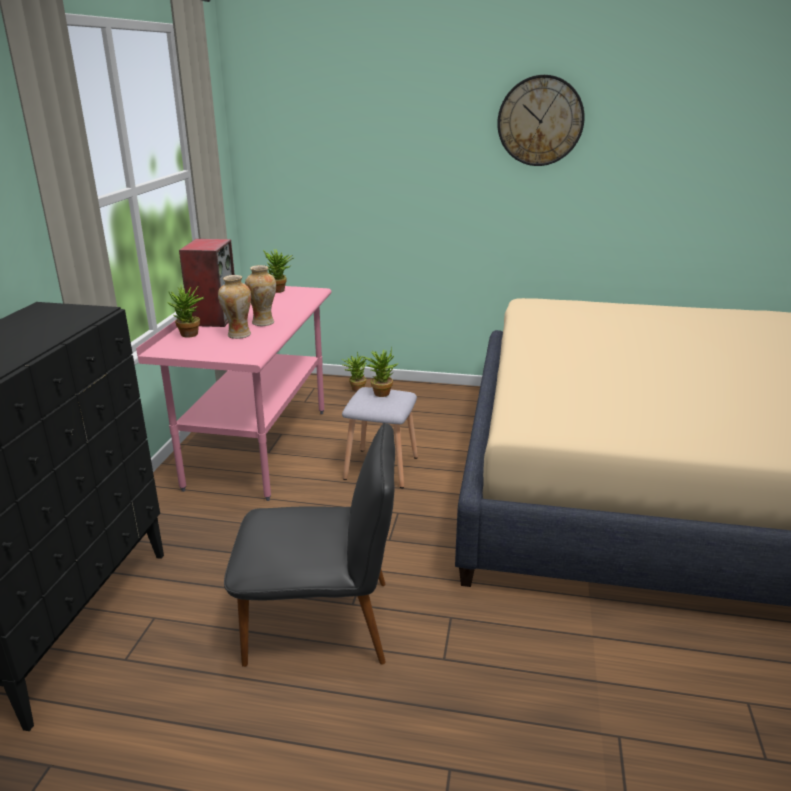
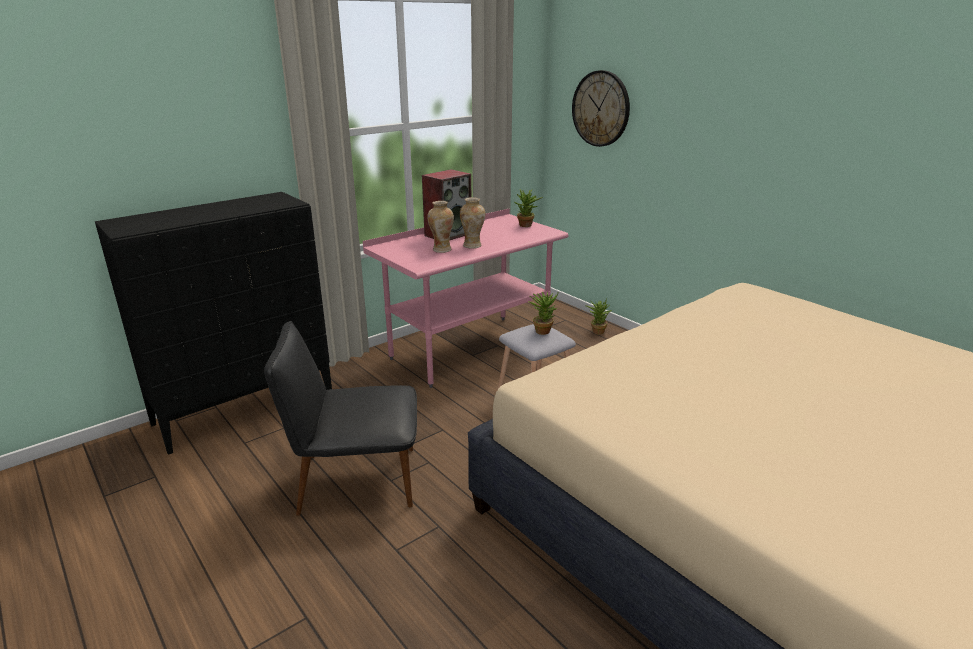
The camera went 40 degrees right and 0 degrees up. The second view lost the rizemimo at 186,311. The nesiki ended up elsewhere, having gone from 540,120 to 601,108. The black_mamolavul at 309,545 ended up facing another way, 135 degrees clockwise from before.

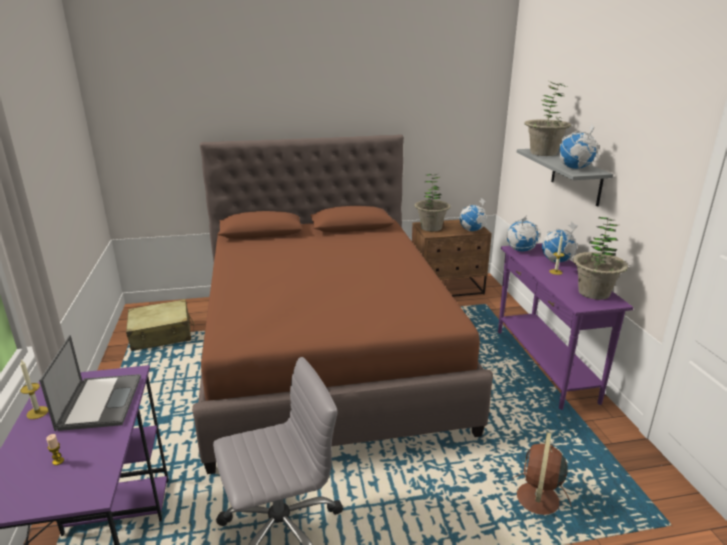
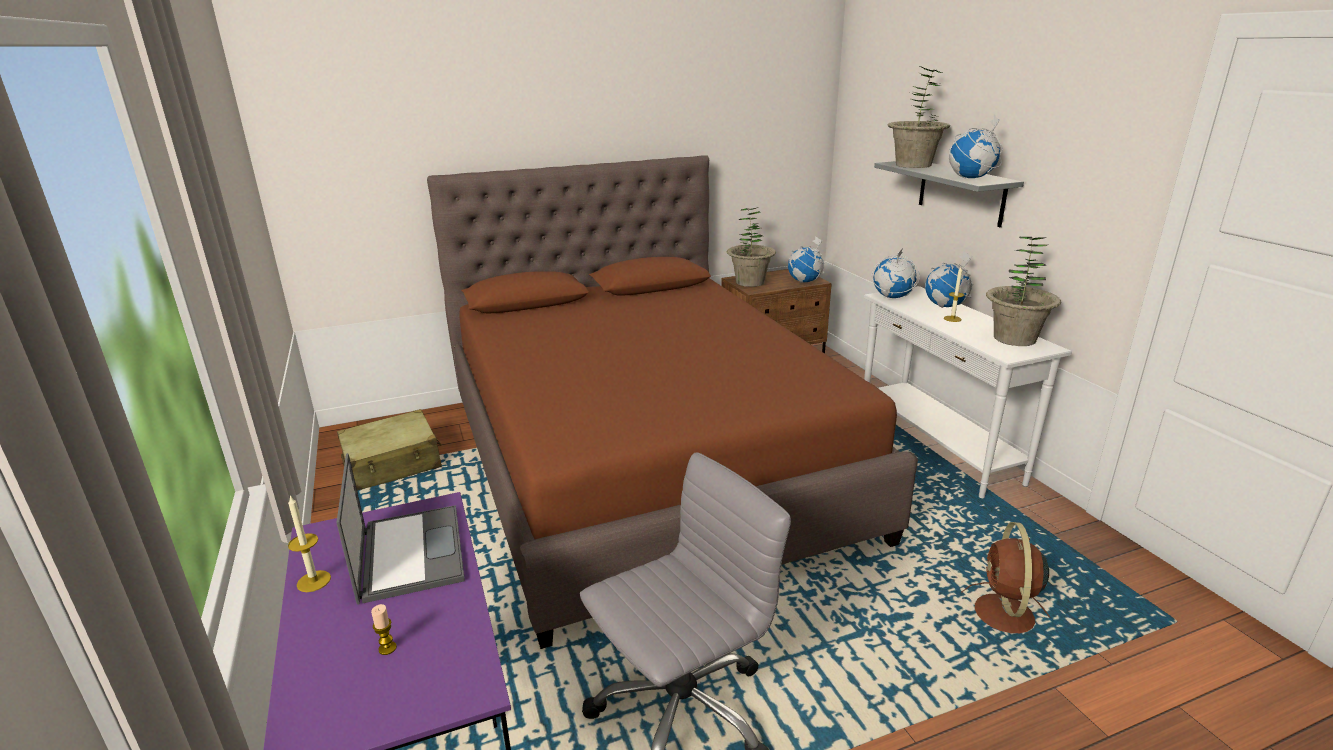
The camera went 10 degrees left and 0 degrees up. What was the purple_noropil at 565,326 turned into the white_noropil at 968,392.

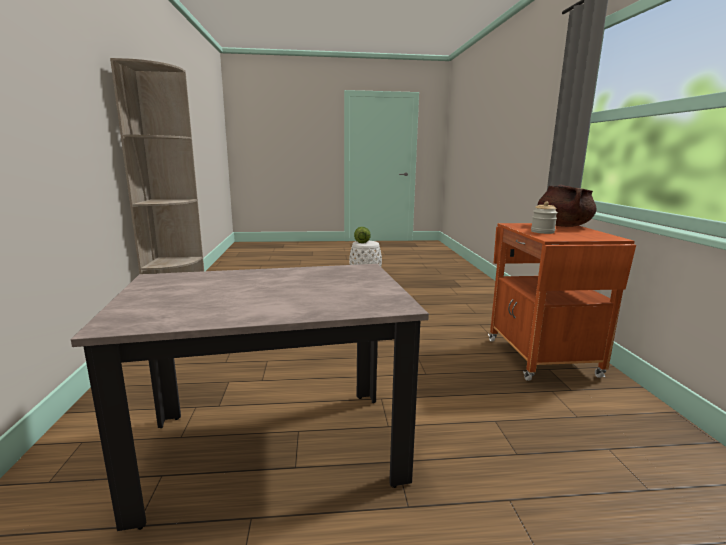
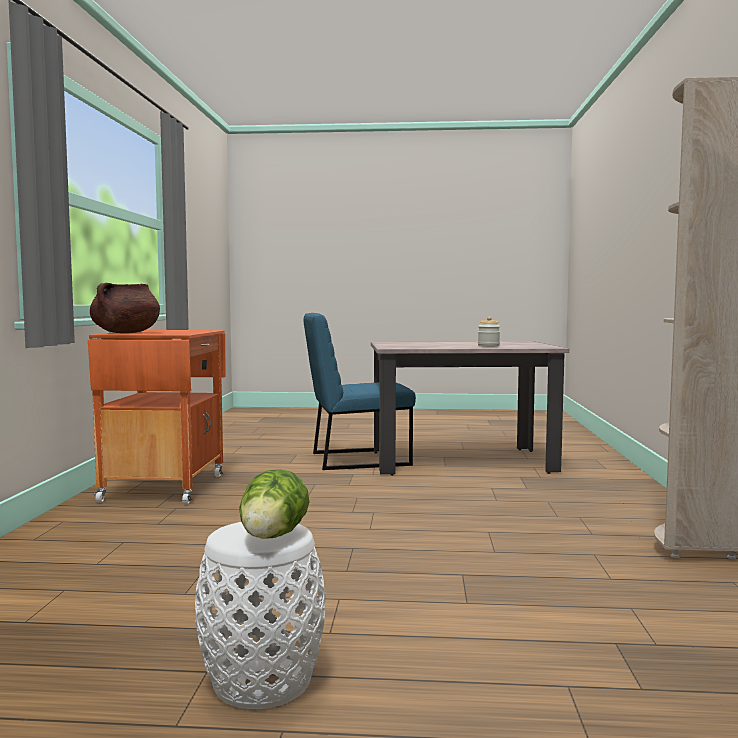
The camera went 170 degrees left and 10 degrees down. The second view gained the blue_mamolavul at 359,391. The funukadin ended up elsewhere, having gone from 544,217 to 489,331.

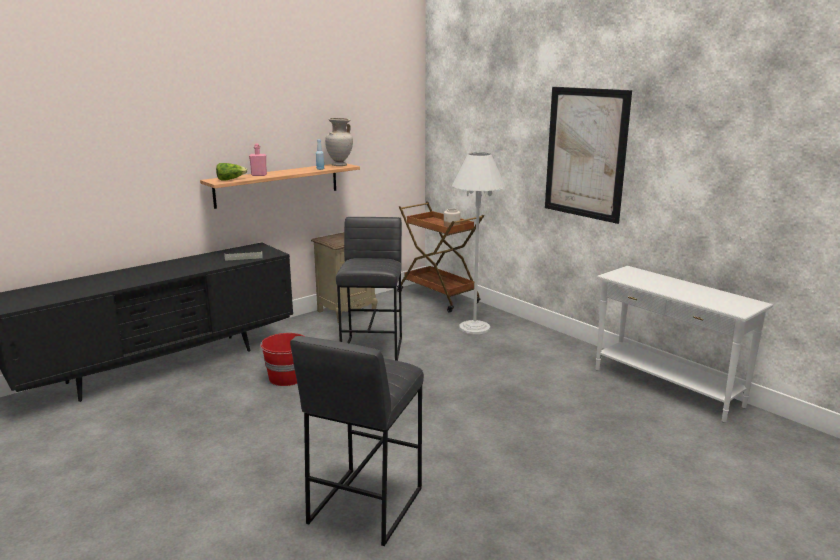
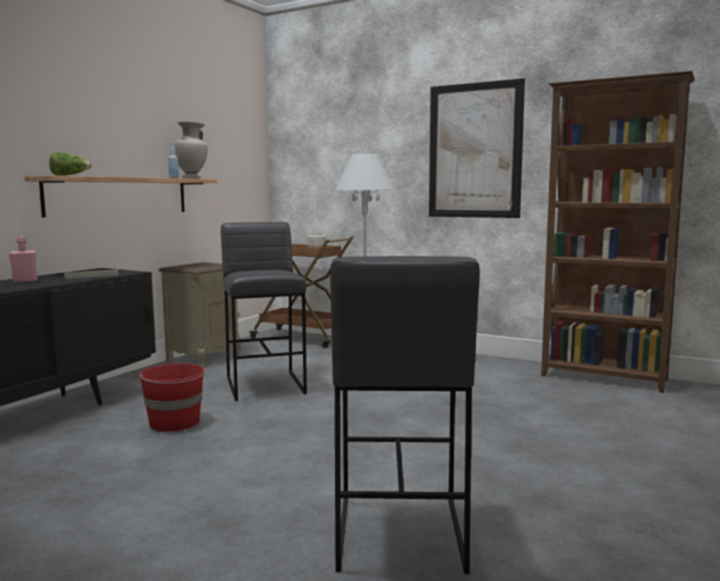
The camera went 20 degrees left and 10 degrees down. The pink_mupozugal ended up elsewhere, having gone from 258,160 to 23,259. Where the white_noropil stood at 684,344, the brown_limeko came to stand at 618,232.

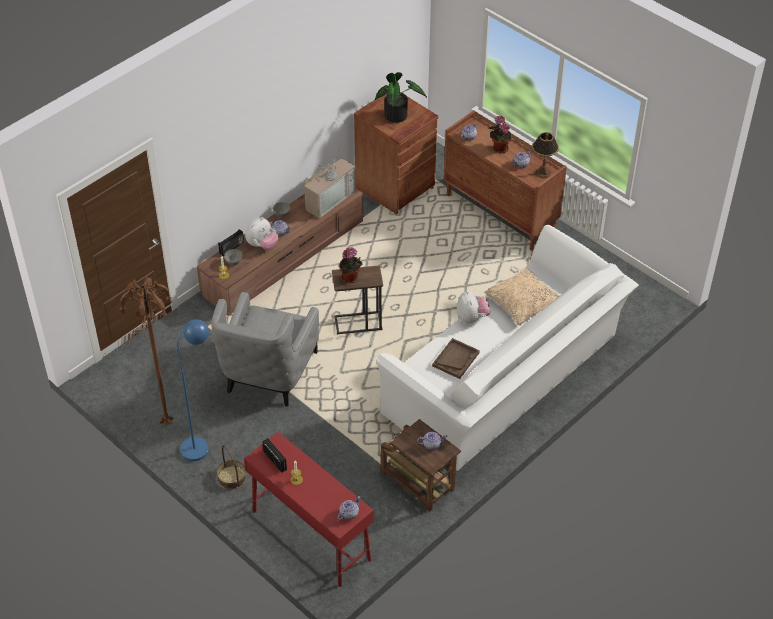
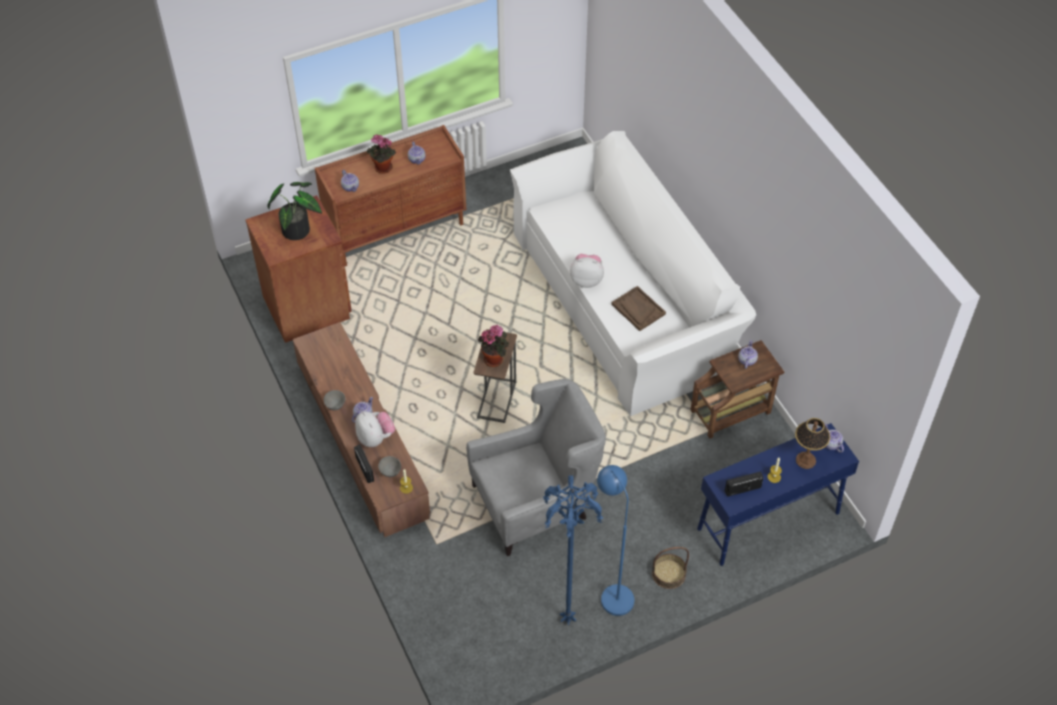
The camera went 70 degrees left and 5 degrees up. The second view lost the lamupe at 330,182. The second view lost the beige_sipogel at 522,296. The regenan ended up elsewhere, having gone from 545,155 to 812,443. What was the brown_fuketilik at 146,351 turned into the blue_fuketilik at 573,550. What was the red_noropil at 309,509 turned into the blue_noropil at 778,494. The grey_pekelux at 265,349 ended up facing another way, 60 degrees counterclockwise from before.

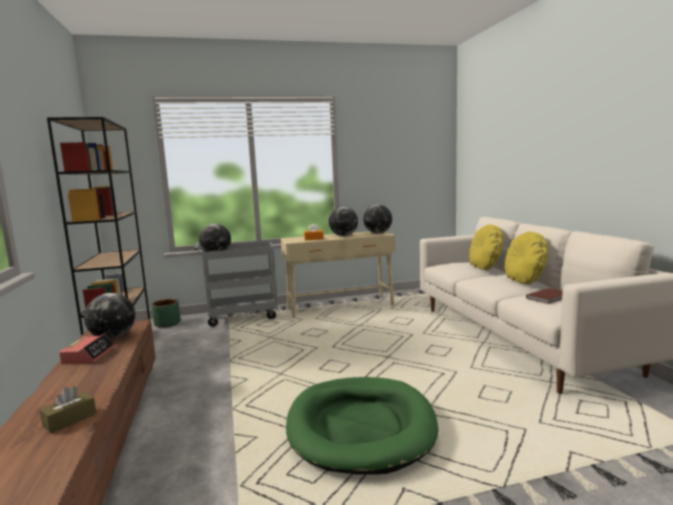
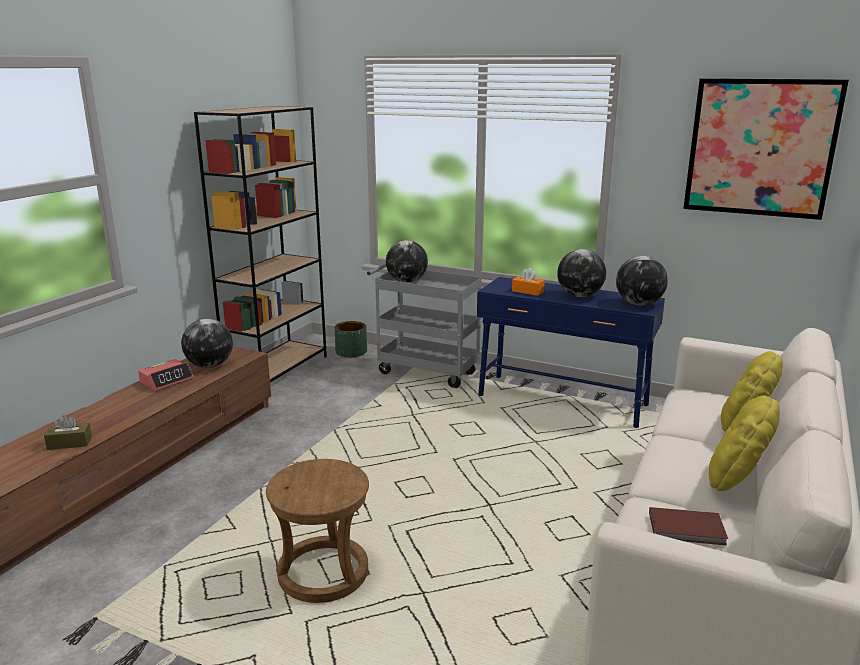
The camera went 40 degrees right and 10 degrees up. The second view gained the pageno at 766,149. Where the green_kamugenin stood at 362,426, the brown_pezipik came to stand at 317,531. What was the beige_noropil at 338,274 turned into the blue_noropil at 571,352.

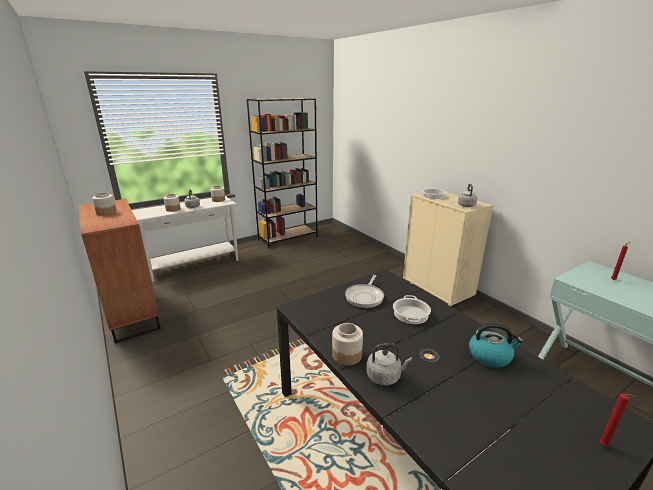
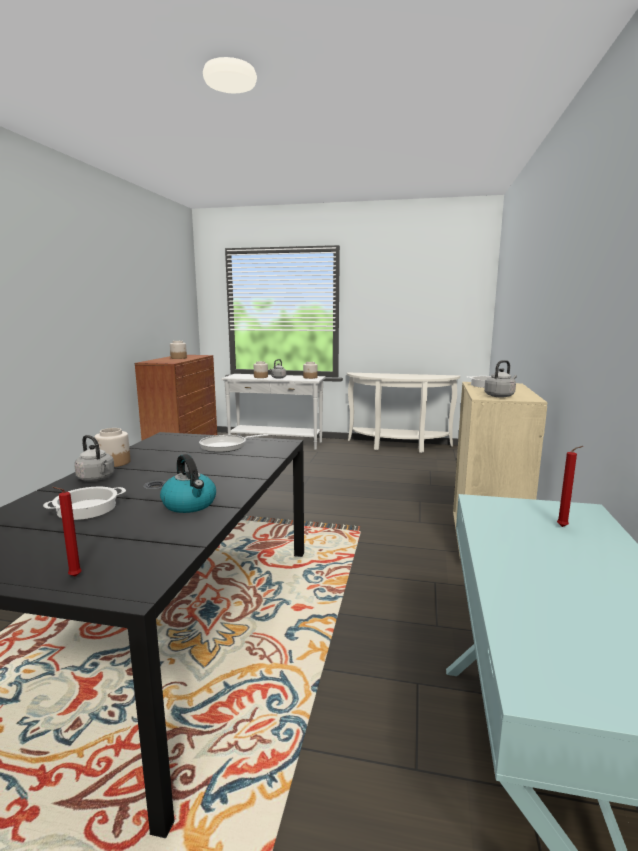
The camera went 45 degrees right and 10 degrees down. The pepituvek ended up elsewhere, having gone from 412,309 to 84,503. Where the beige_limeko stood at 282,173, the white_noropil came to stand at 403,412.

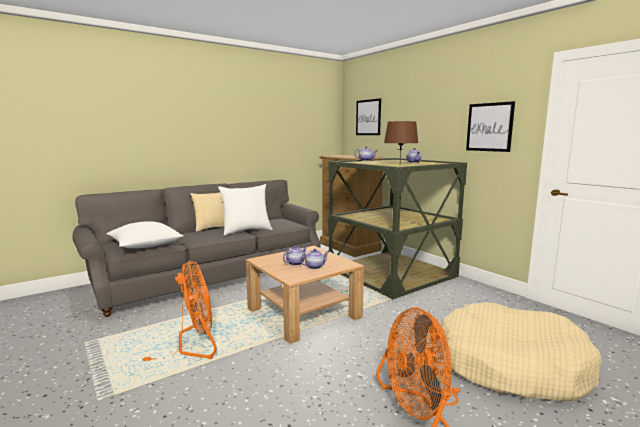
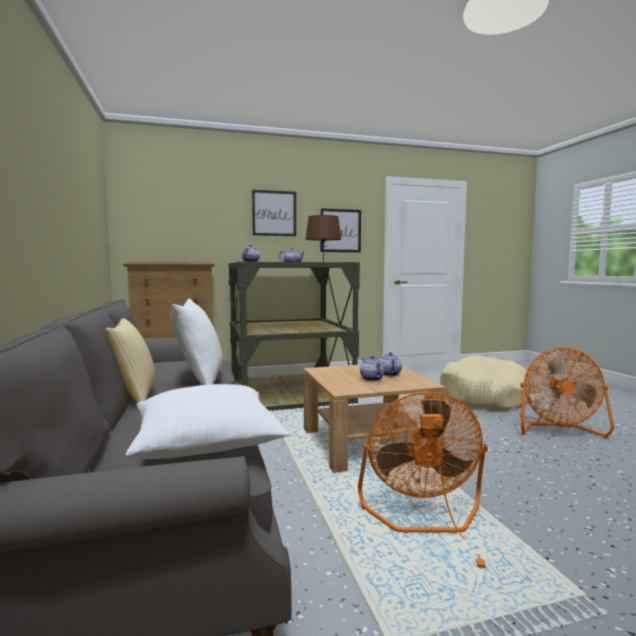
The camera went 70 degrees left and 5 degrees down. The pageno ended up elsewhere, having gone from 368,116 to 274,213.

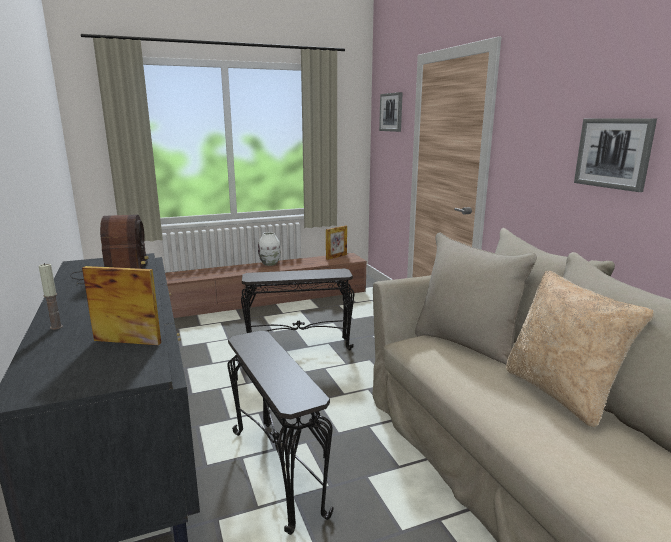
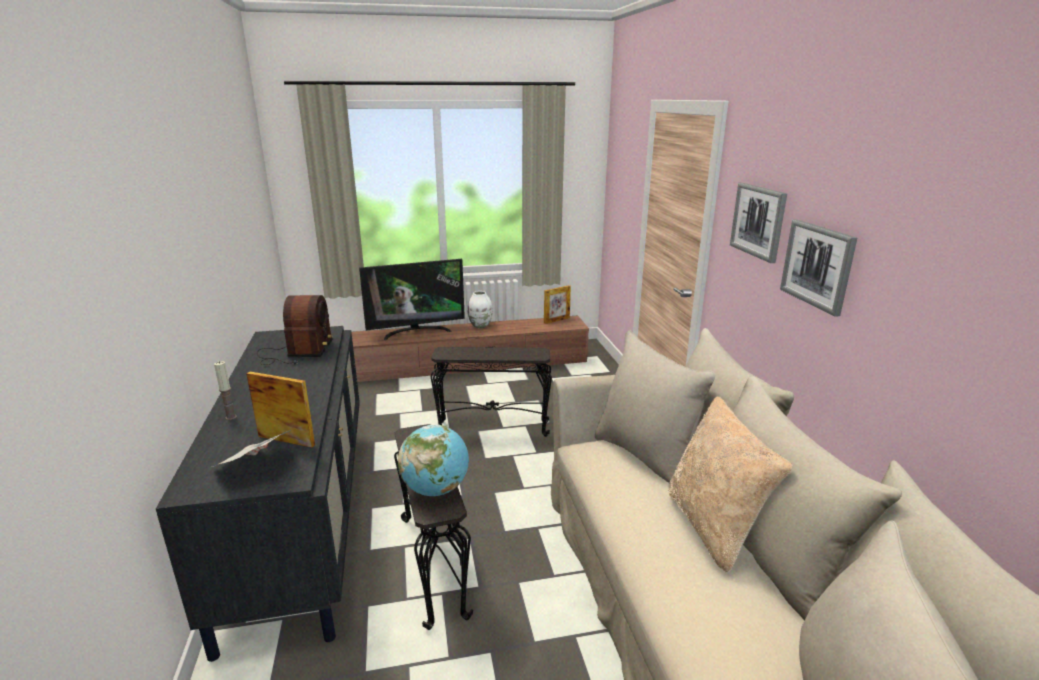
The camera went 10 degrees right and 5 degrees up. The second view gained the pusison at 251,448. The second view gained the lamupe at 412,299. The second view gained the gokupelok at 433,460. The pageno ended up elsewhere, having gone from 391,112 to 758,223.

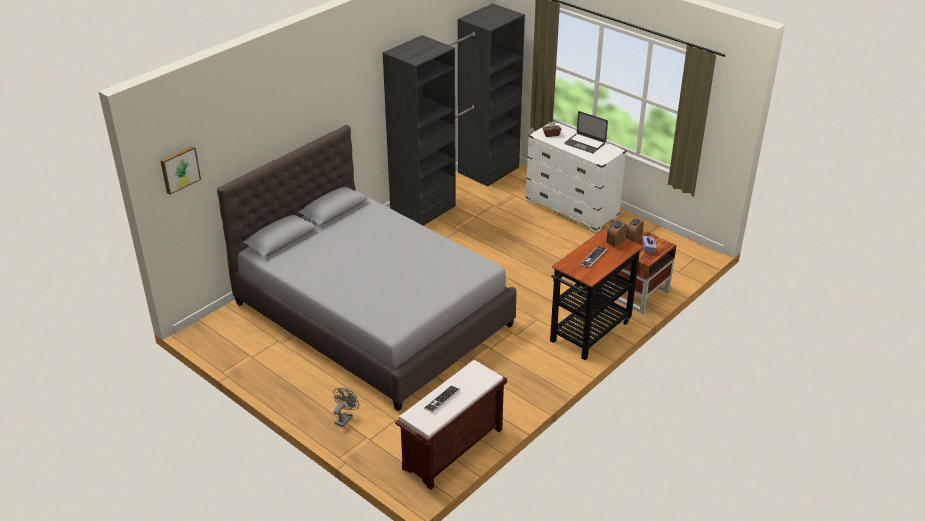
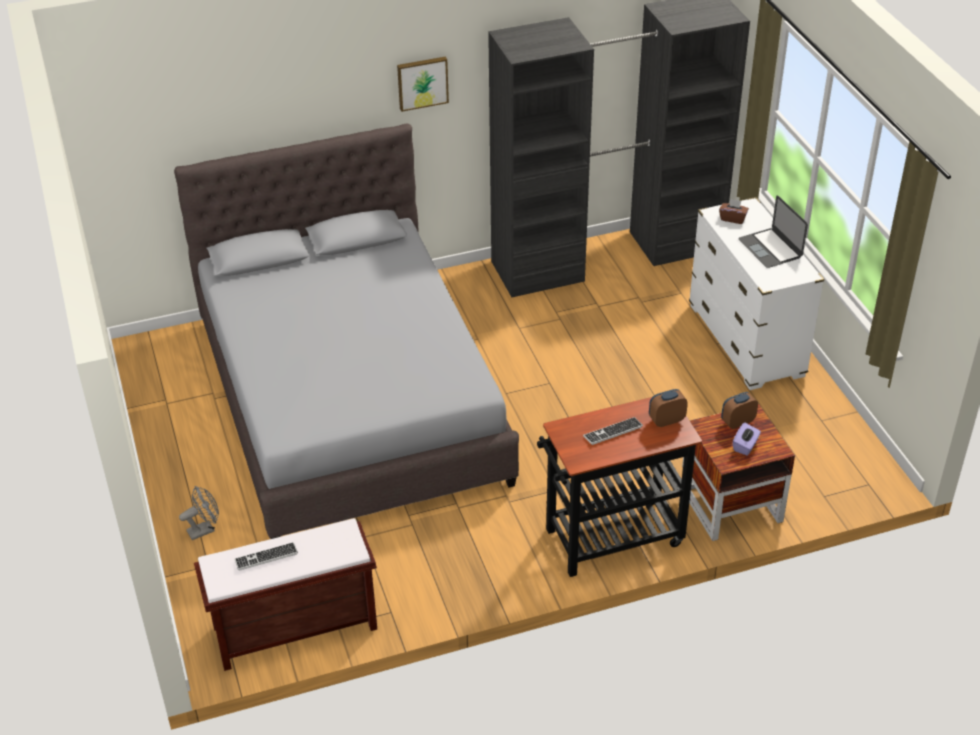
The camera went 30 degrees right and 5 degrees up. The pageno ended up elsewhere, having gone from 180,170 to 423,84.

